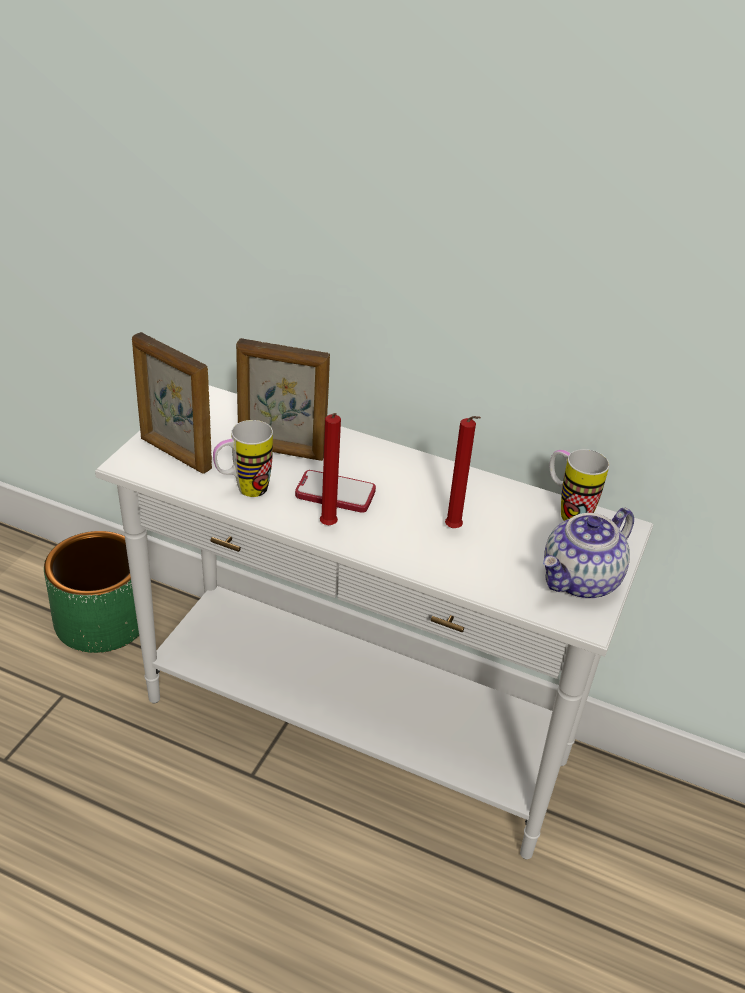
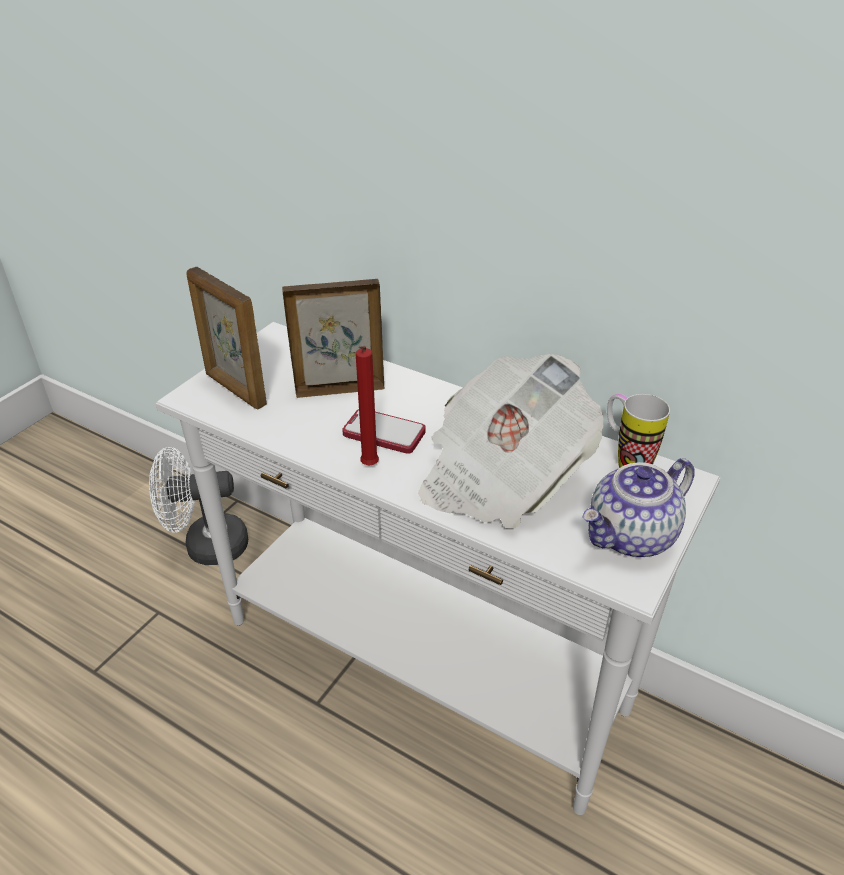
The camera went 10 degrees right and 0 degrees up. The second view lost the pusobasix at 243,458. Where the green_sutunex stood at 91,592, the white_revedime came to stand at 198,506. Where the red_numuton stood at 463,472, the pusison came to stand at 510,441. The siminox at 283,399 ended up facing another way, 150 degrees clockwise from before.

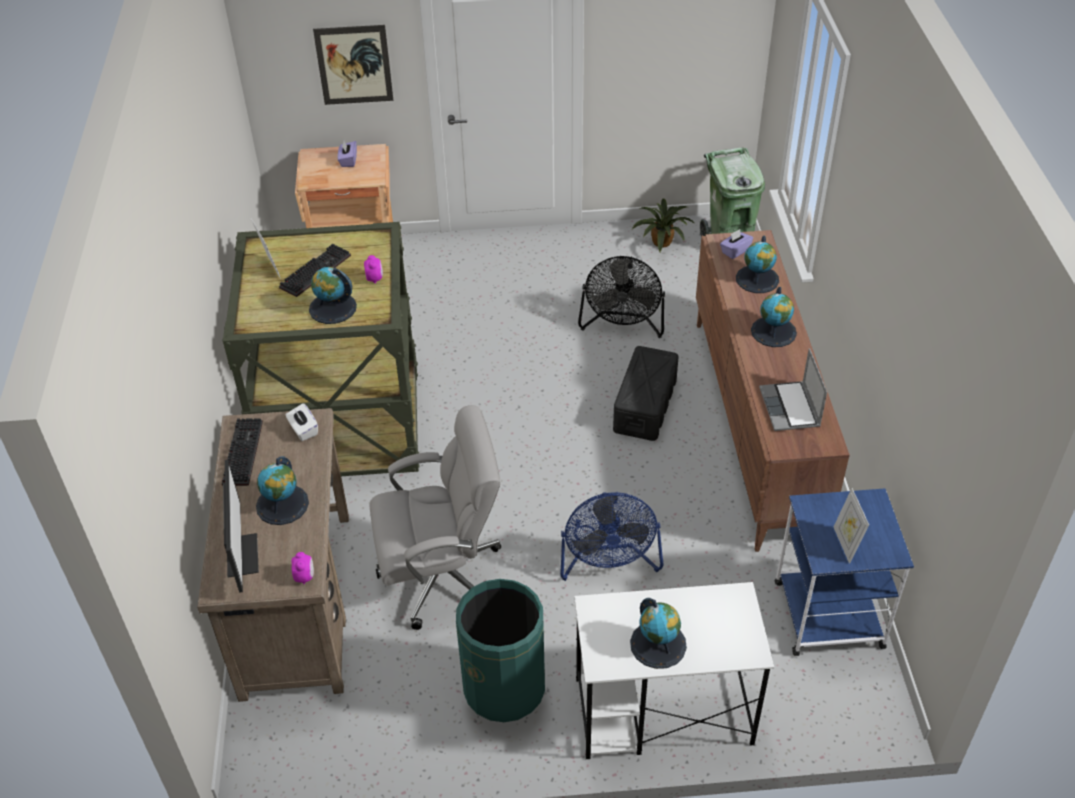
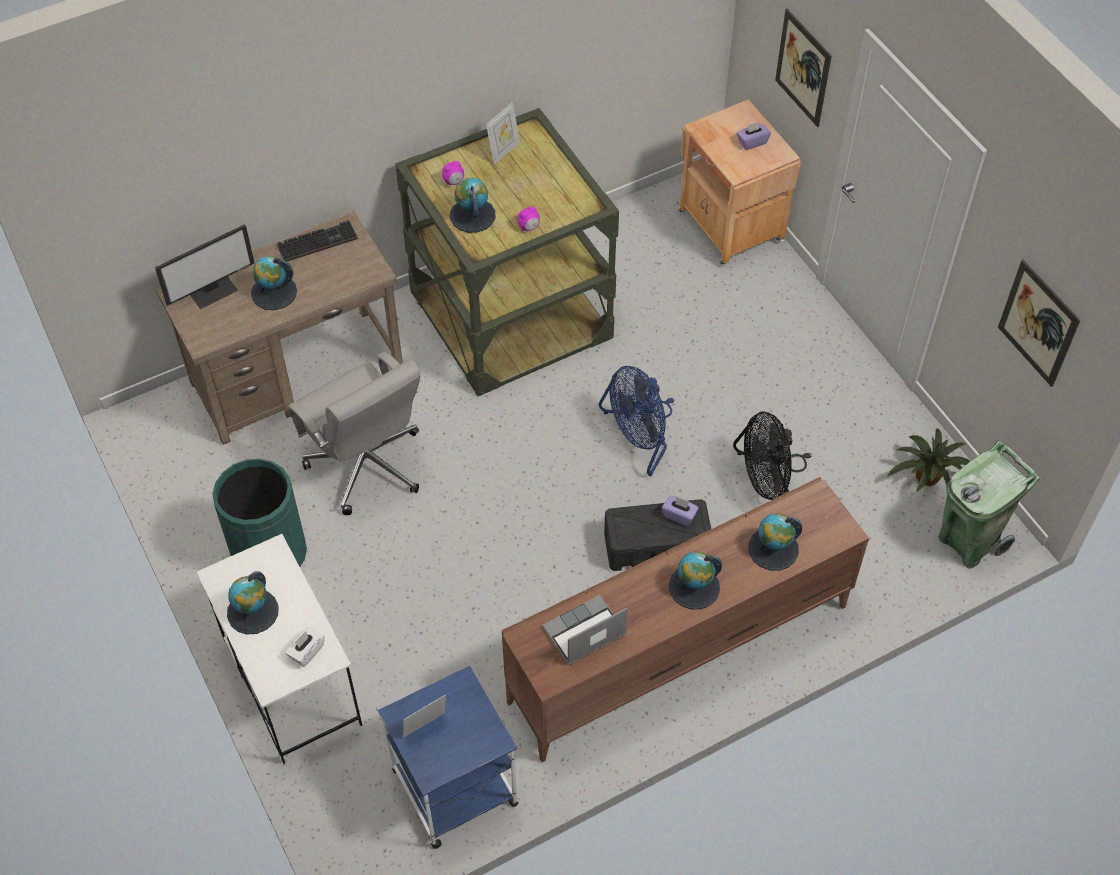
The camera went 65 degrees right and 10 degrees up. The second view lost the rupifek at 315,270. The second view gained the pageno at 1039,323. The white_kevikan ended up elsewhere, having gone from 302,422 to 305,647. The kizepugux ended up elsewhere, having gone from 302,568 to 453,173. The blue_revedime ended up elsewhere, having gone from 612,536 to 636,421. The purple_kevikan ended up elsewhere, having gone from 736,244 to 680,511.

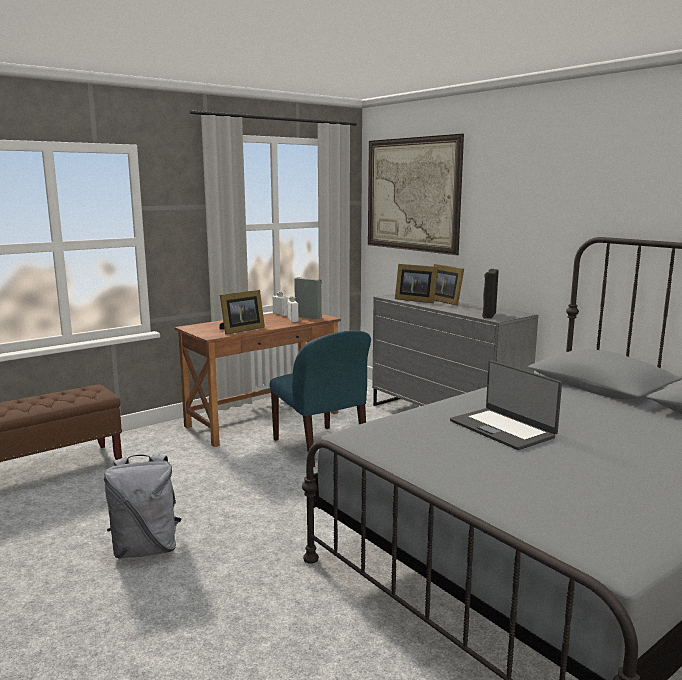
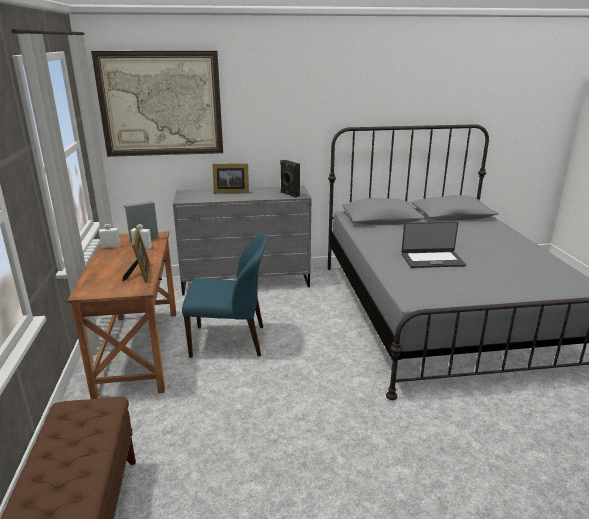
The camera went 60 degrees left and 10 degrees up. The second view lost the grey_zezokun at 143,505. The second view lost the siminox at 416,283.

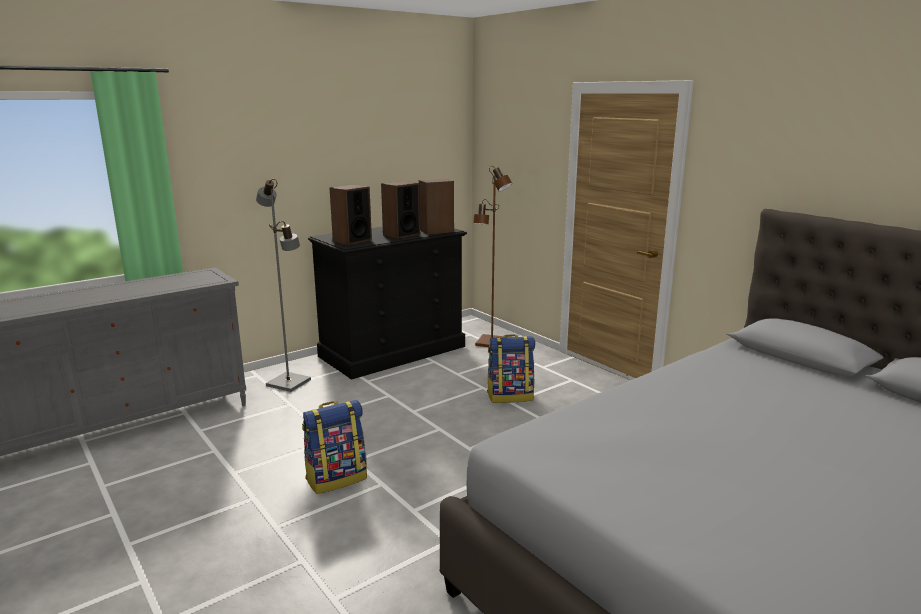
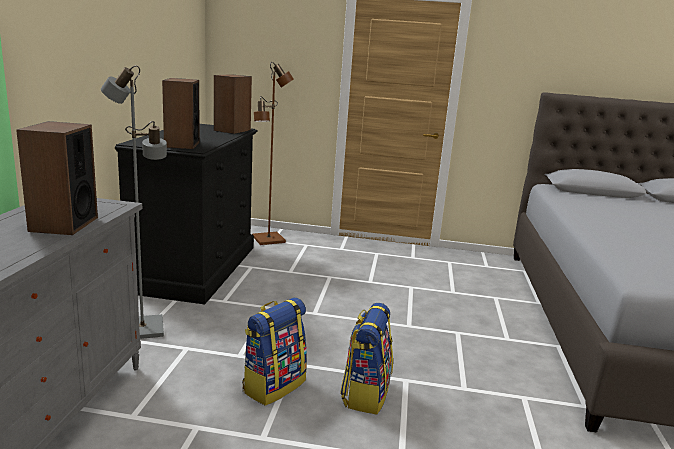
The camera went 45 degrees left and 0 degrees up. The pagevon ended up elsewhere, having gone from 400,210 to 57,178. The zezokun ended up elsewhere, having gone from 511,368 to 274,351.

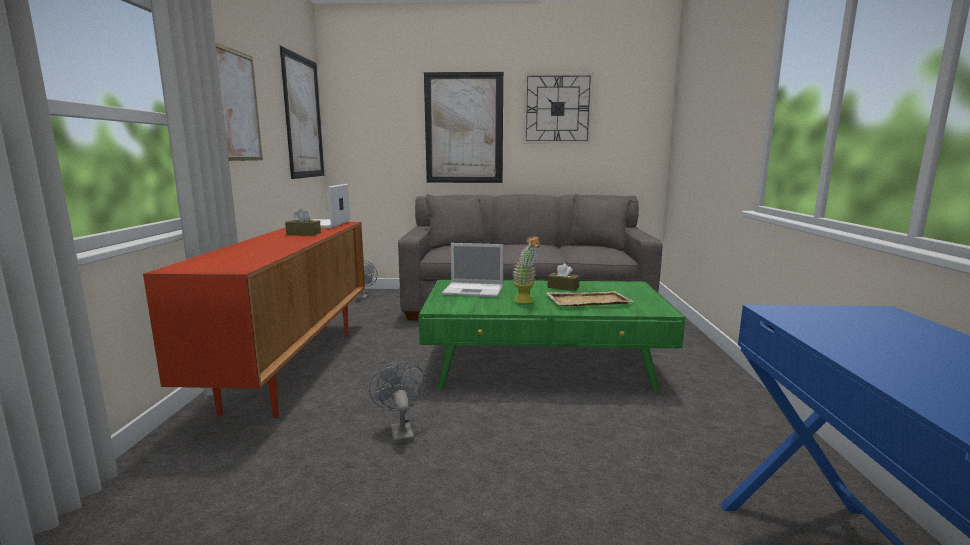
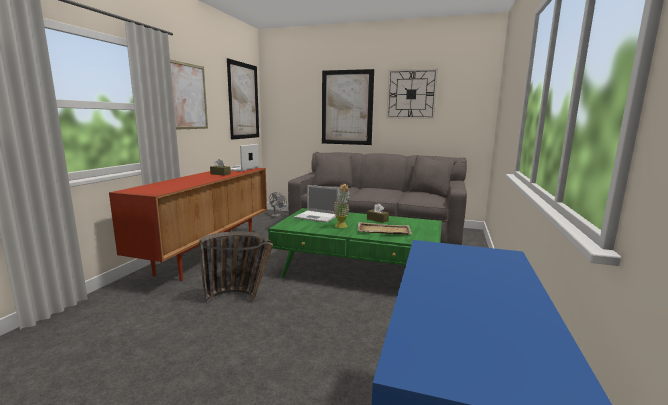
The camera went 15 degrees right and 0 degrees up. Where the grey_revedime stood at 398,403, the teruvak came to stand at 236,266.

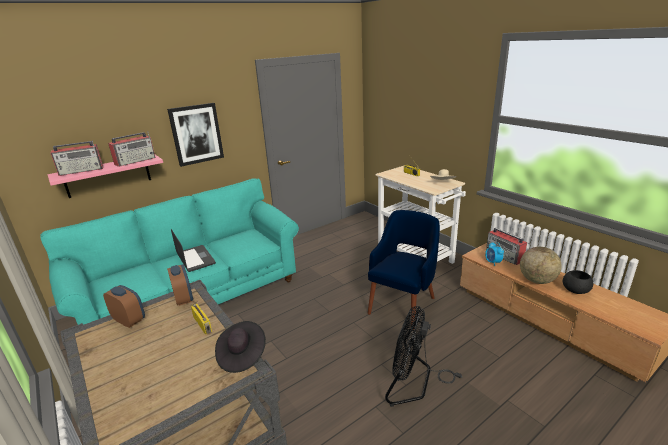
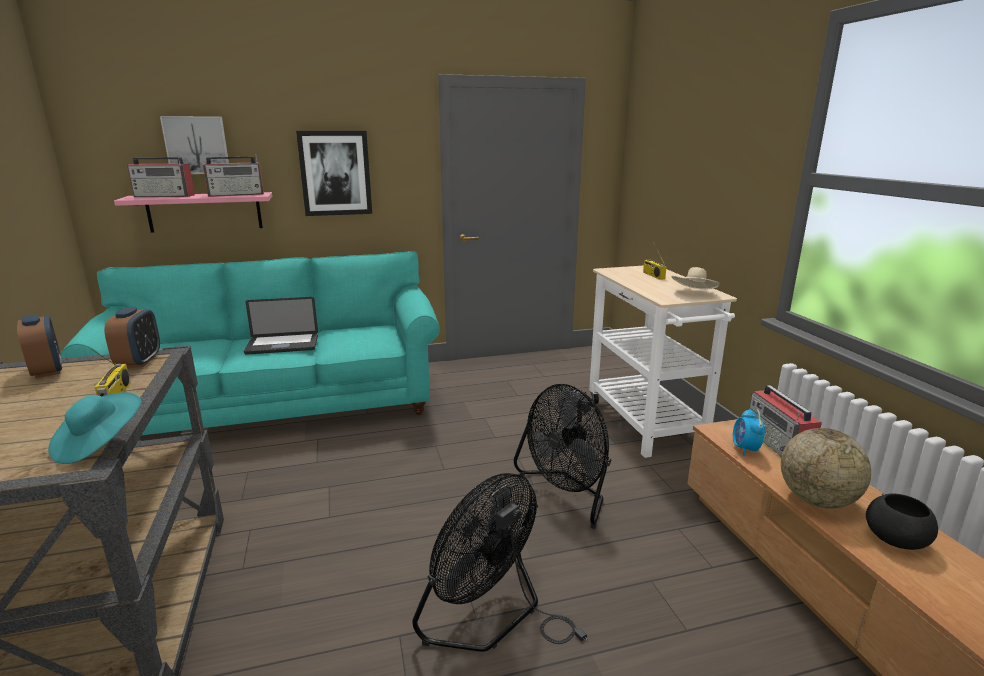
The camera went 20 degrees right and 5 degrees down. The second view gained the pageno at 194,145. Where the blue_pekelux stood at 404,269, the black_revedime came to stand at 562,456. What was the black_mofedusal at 240,347 turned into the turquoise_mofedusal at 94,428. The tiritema at 193,250 ended up facing another way, 90 degrees clockwise from before.

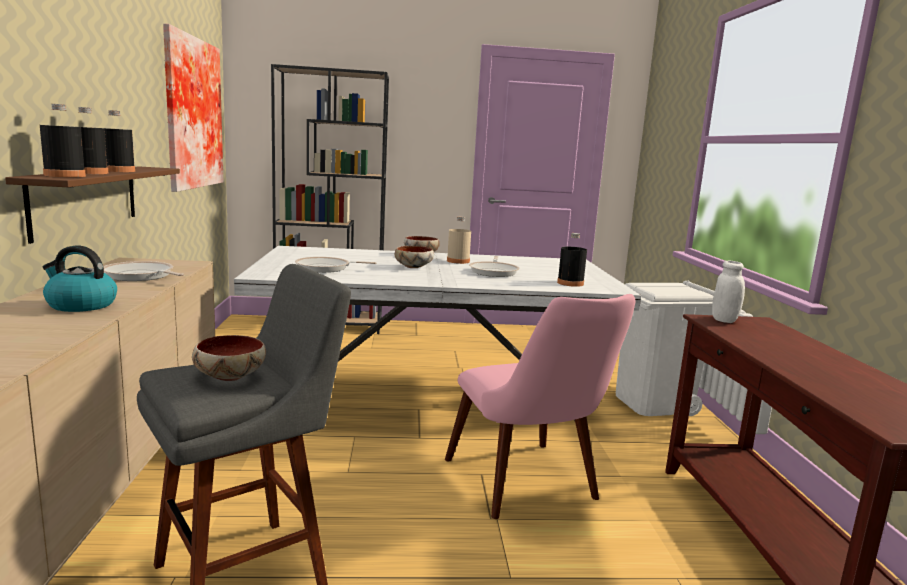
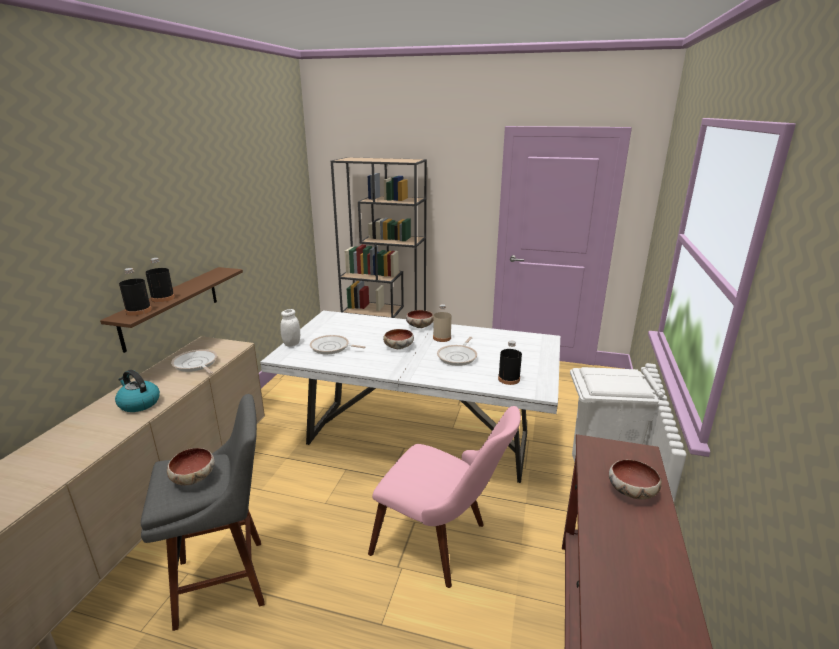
The camera went 20 degrees right and 10 degrees up. The second view lost the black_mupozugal at 120,141. The second view lost the pageno at 193,107. The second view gained the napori at 635,479. The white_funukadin ended up elsewhere, having gone from 728,292 to 290,328. The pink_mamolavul at 540,406 ended up facing another way, 60 degrees counterclockwise from before.

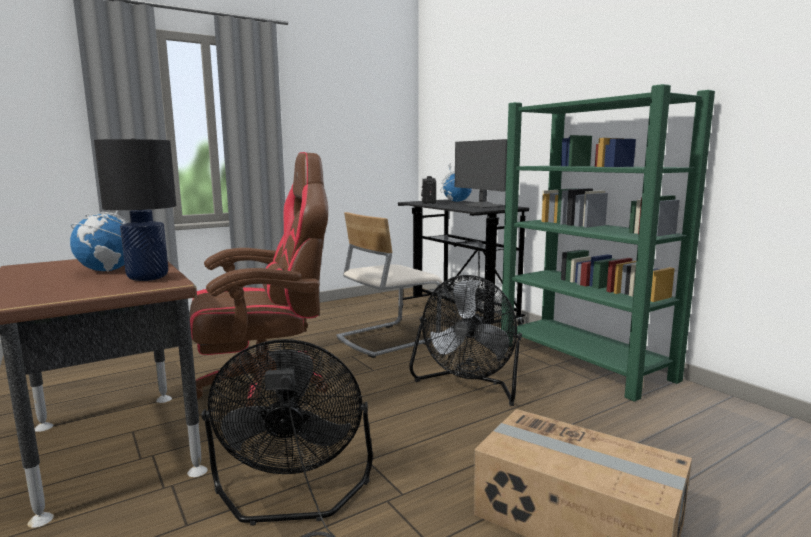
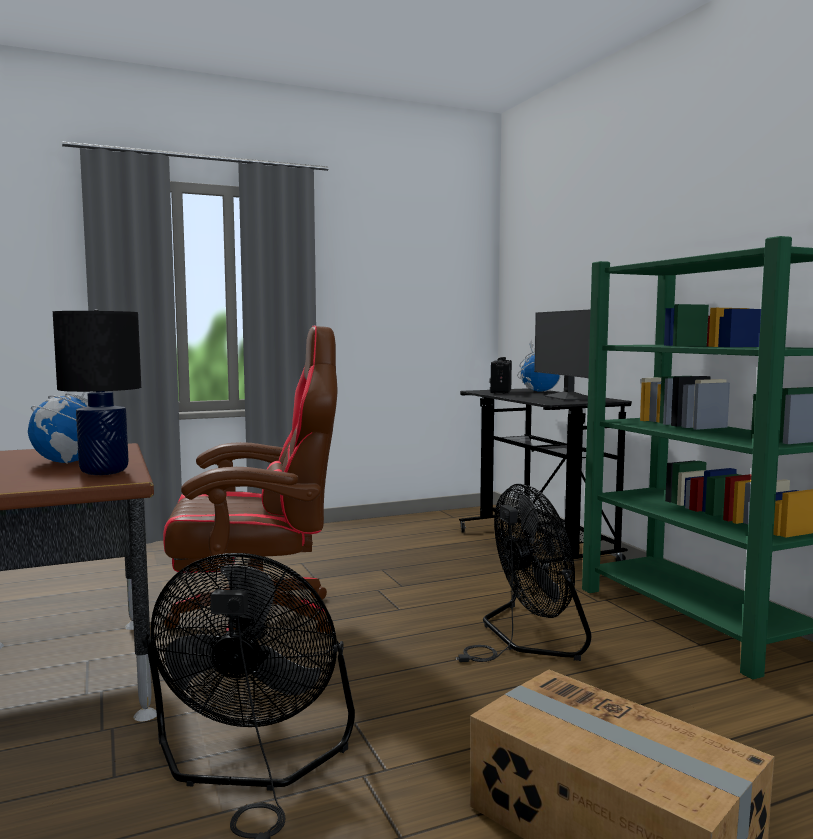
The camera went 10 degrees right and 5 degrees down. The second view lost the beige_mamolavul at 390,285. The black_revedime at 465,340 ended up facing another way, 150 degrees counterclockwise from before.

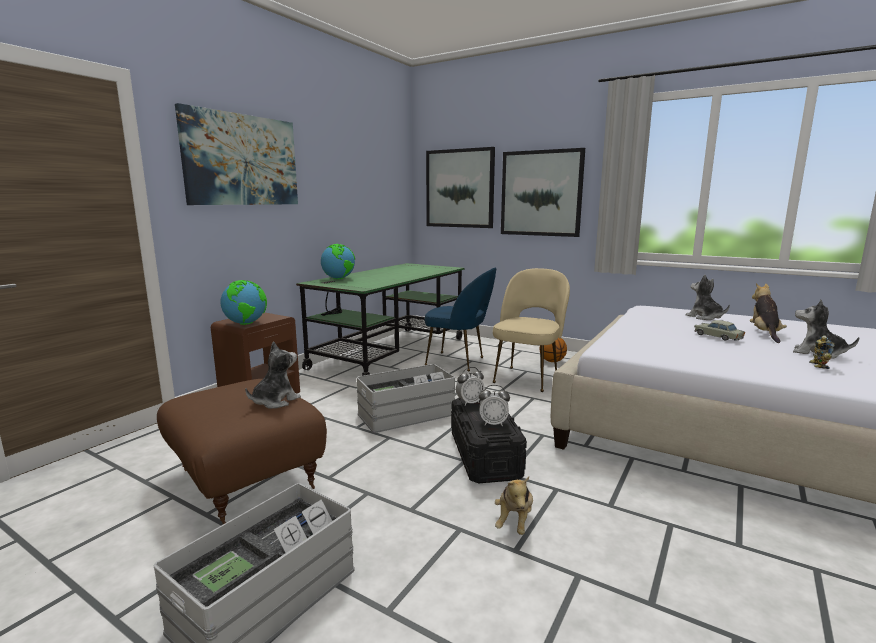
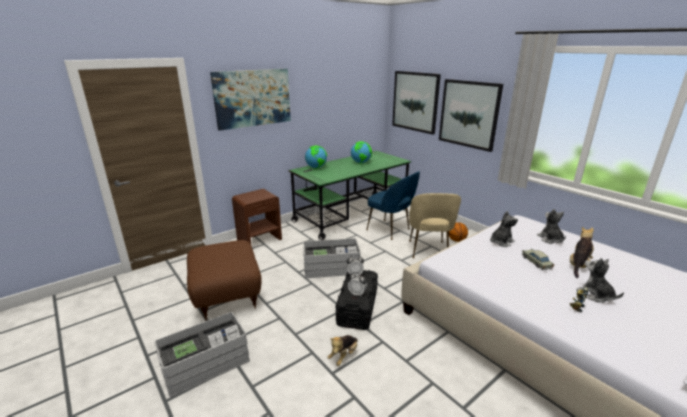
The camera went 20 degrees right and 10 degrees up. The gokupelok ended up elsewhere, having gone from 243,302 to 361,152. The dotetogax ended up elsewhere, having gone from 273,375 to 504,229. The beige_mamolavul at 531,330 ended up facing another way, 135 degrees clockwise from before.

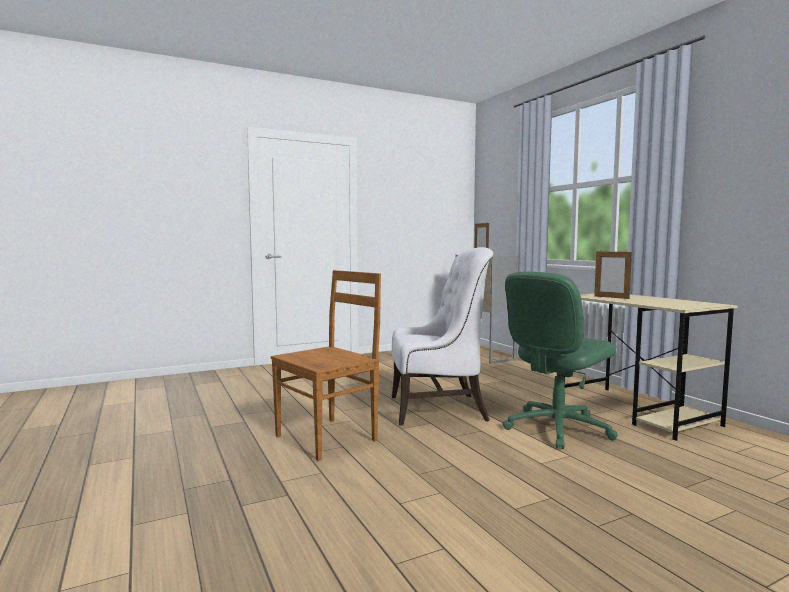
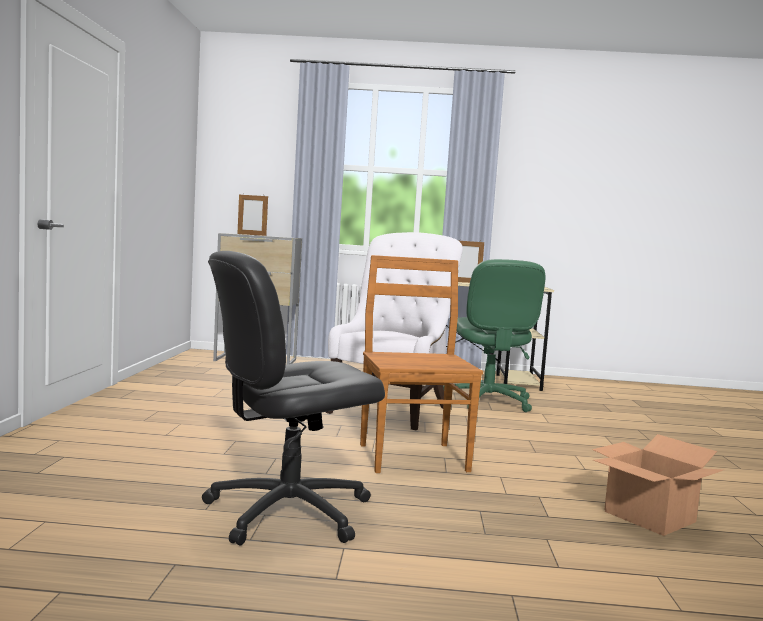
The camera went 60 degrees left and 0 degrees up. The second view gained the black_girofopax at 293,398. The second view gained the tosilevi at 658,485.

